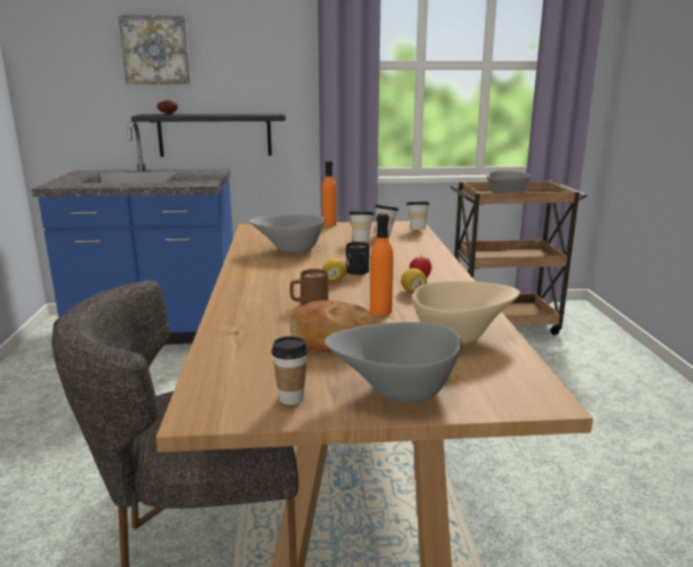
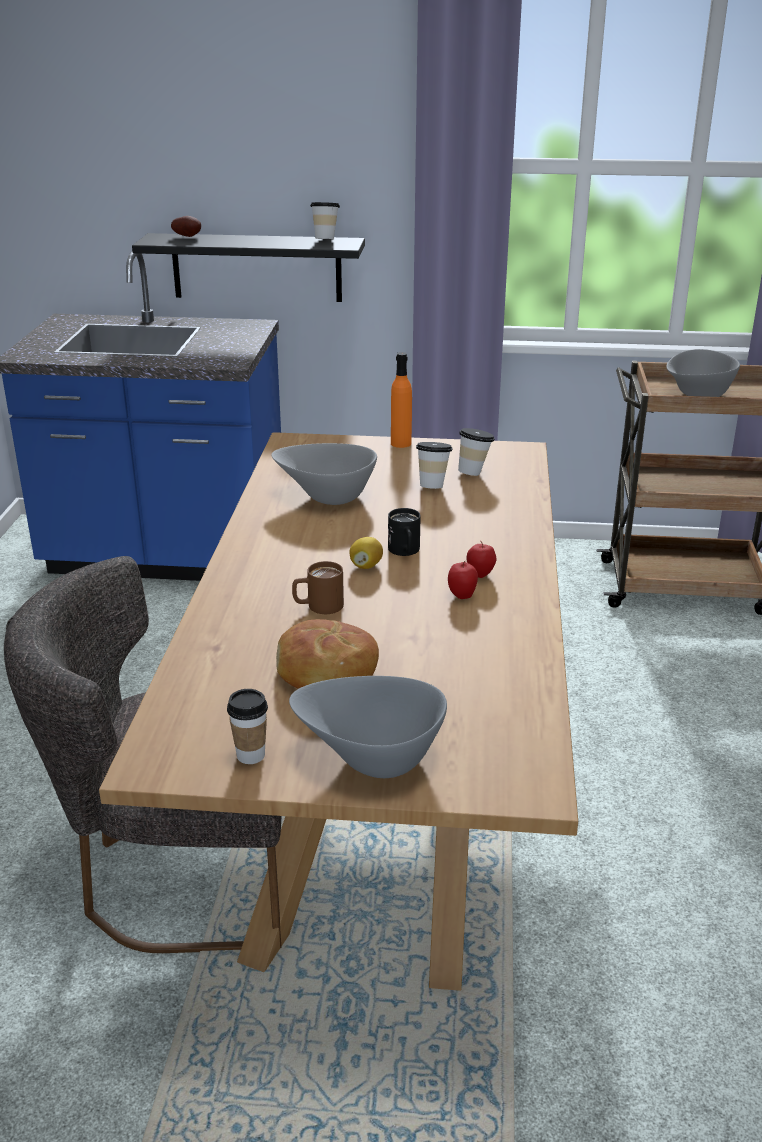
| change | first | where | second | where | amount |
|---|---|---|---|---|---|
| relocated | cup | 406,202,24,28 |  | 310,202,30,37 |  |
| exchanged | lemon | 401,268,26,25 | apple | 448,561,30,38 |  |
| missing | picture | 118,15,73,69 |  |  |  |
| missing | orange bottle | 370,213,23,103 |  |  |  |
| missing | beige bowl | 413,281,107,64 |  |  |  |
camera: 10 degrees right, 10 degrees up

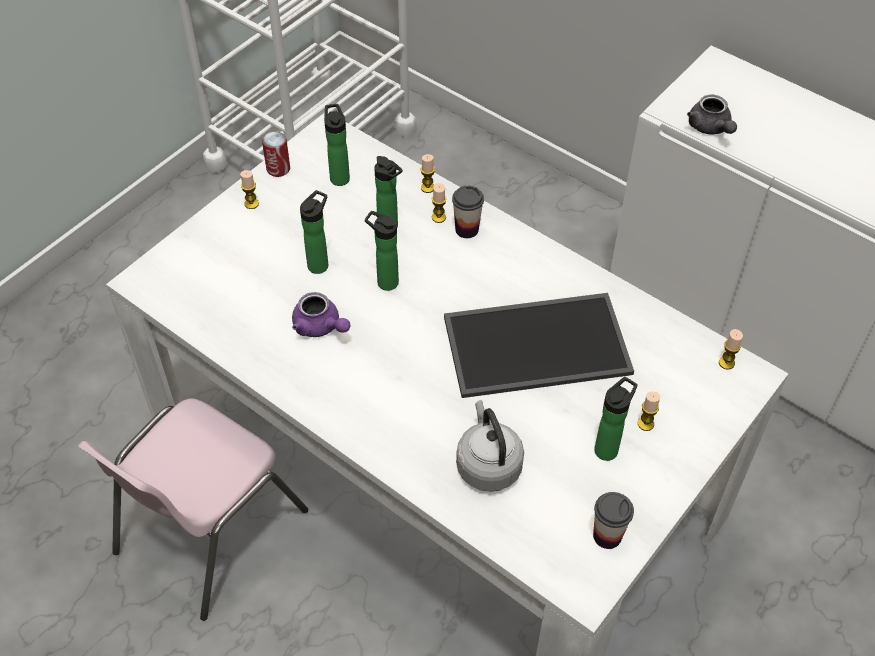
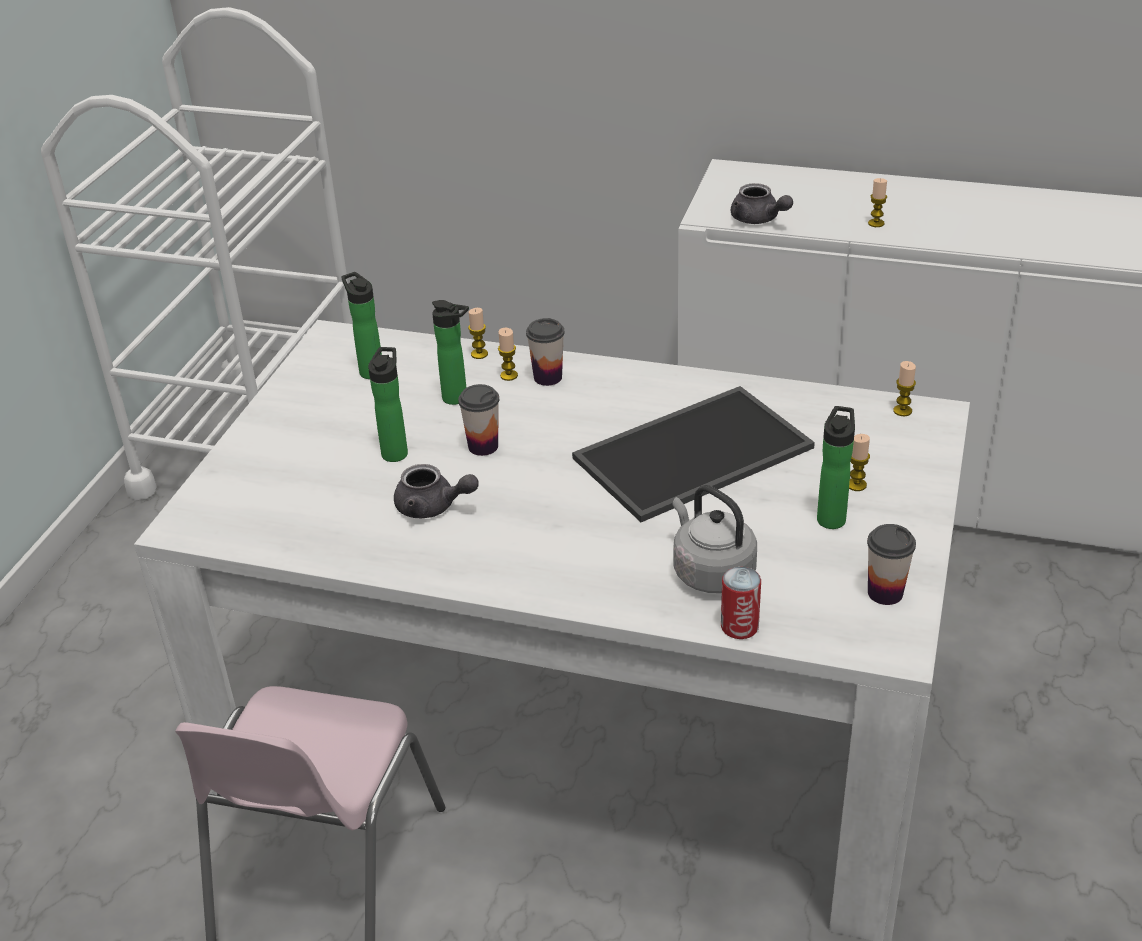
| change | first | where | second | where | amount |
|---|---|---|---|---|---|
| colour | purple teapot | 292,292,59,45 | grey teapot | 394,464,85,54 |  |
| exchanged | bottle | 365,211,34,80 | cup | 458,384,41,72 |  |
| relocated | can | 262,131,28,46 |  | 721,567,40,72 |  |
| relocated | candle | 240,170,19,39 |  | 868,178,19,49 |  |
camera: 20 degrees left, 15 degrees down

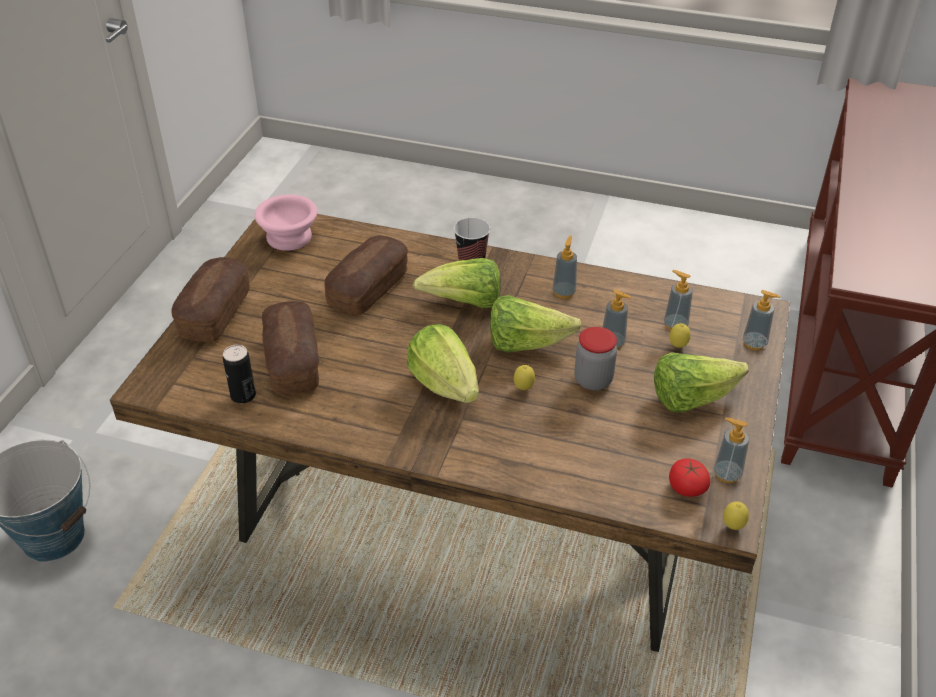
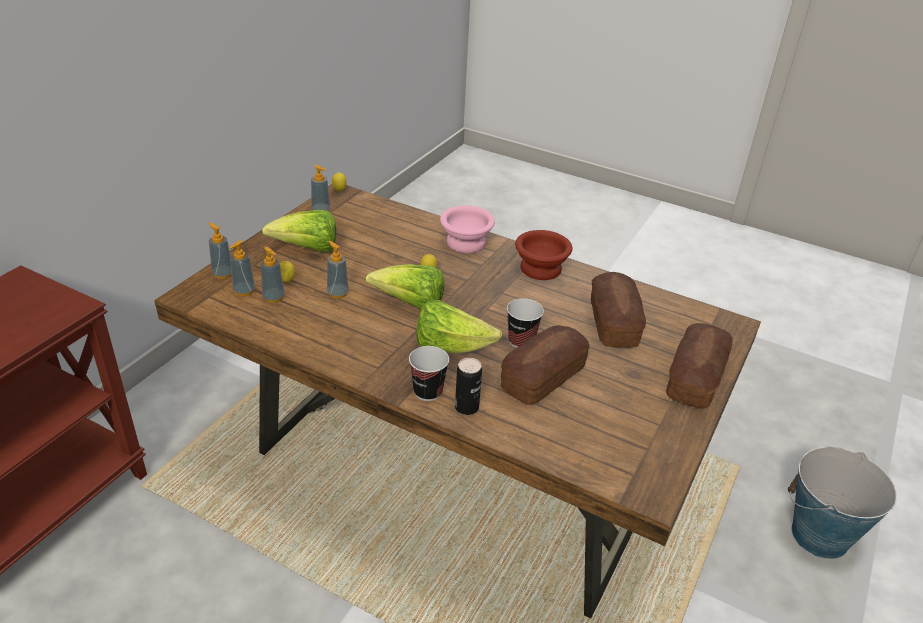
| change | first | where | second | where | amount |
|---|---|---|---|---|---|
| relocated | soap dispenser | 553,235,24,63 |  | 229,240,26,56 |  |
| relocated | pink bowl | 254,194,63,57 |  | 440,205,55,48 |  |
| relocated | can | 223,345,33,58 |  | 455,358,27,57 |  |
| appeared |  |  | cup | 507,298,37,50 |  |
| appeared |  |  | brown bowl | 515,230,57,50 |  |
| missing | lettuce | 407,324,72,79 |  |  |  |
| missing | jar | 574,327,43,64 |  |  |  |
| missing | tomato | 669,459,41,38 |  |  |  |
camera: 170 degrees left, 5 degrees down

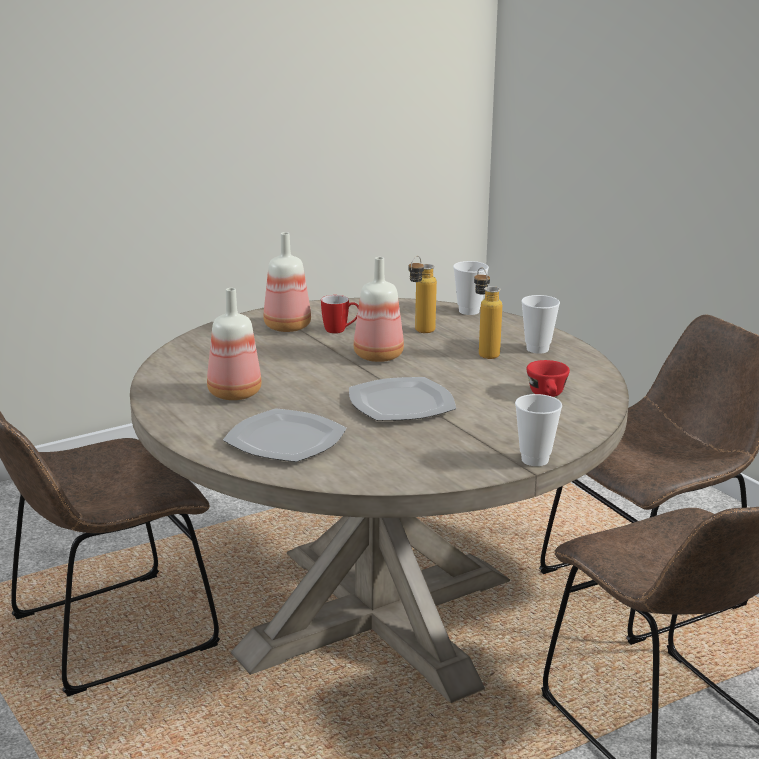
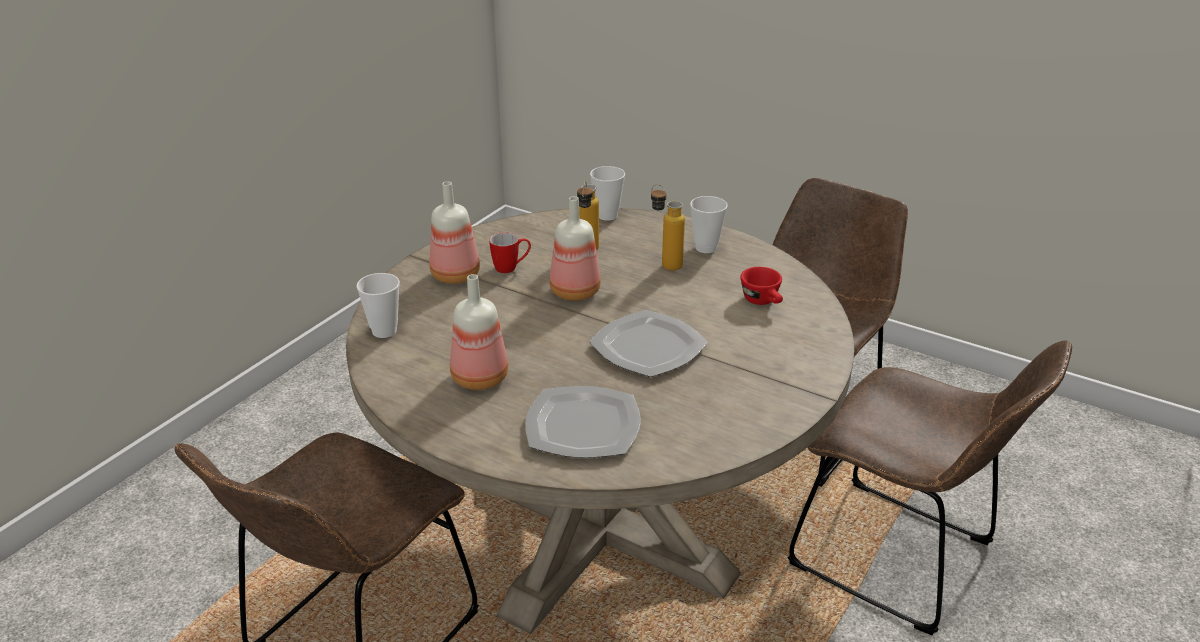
| change | first | where | second | where | amount |
|---|---|---|---|---|---|
| relocated | cup | 515,394,47,72 |  | 356,273,44,65 |  |
camera: 25 degrees left, 10 degrees up

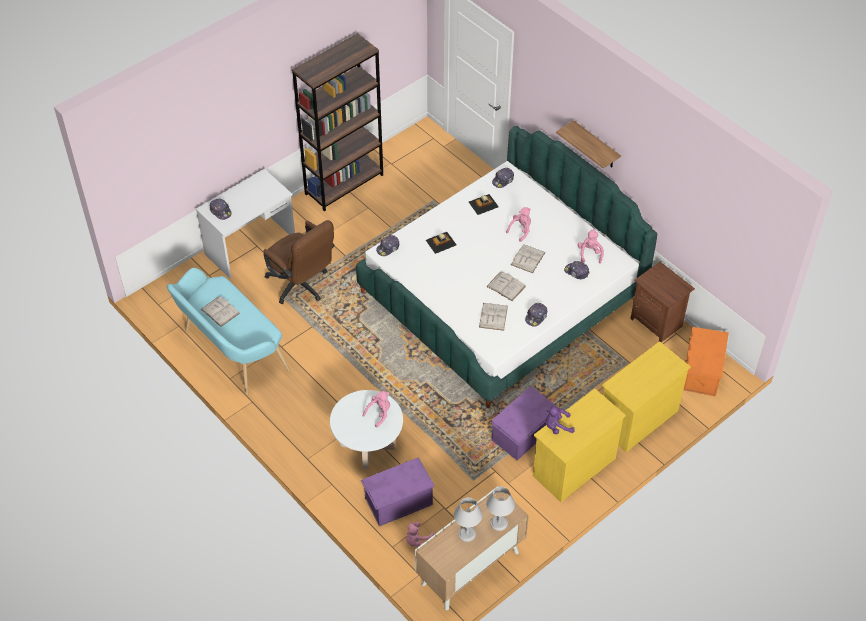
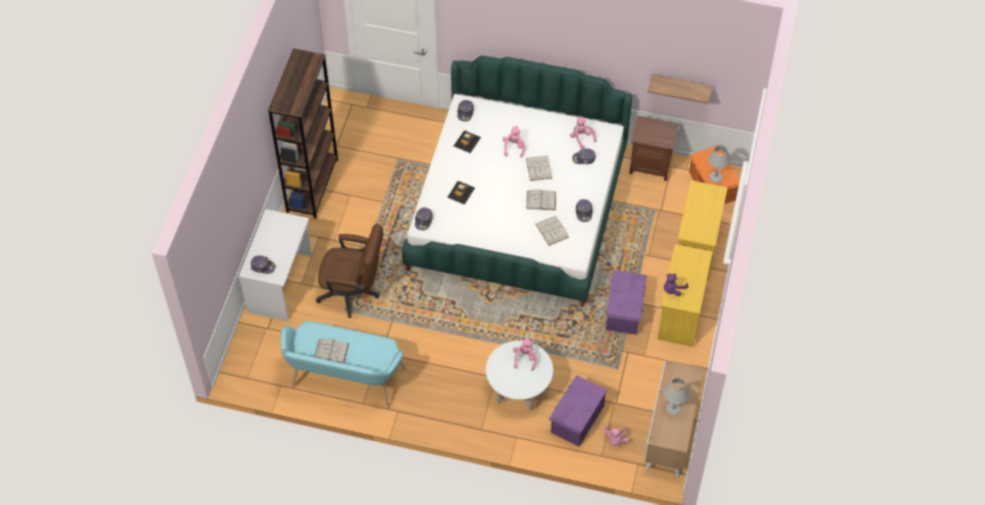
| change | first | where | second | where | amount |
|---|---|---|---|---|---|
| relocated | shelf | 556,120,65,48 |  | 648,74,65,30 |  |
| relocated | grey table lamp | 486,487,29,44 |  | 708,145,23,38 |  |
camera: 35 degrees left, 5 degrees up

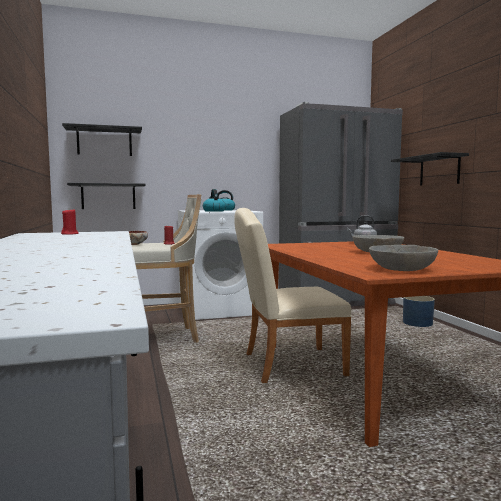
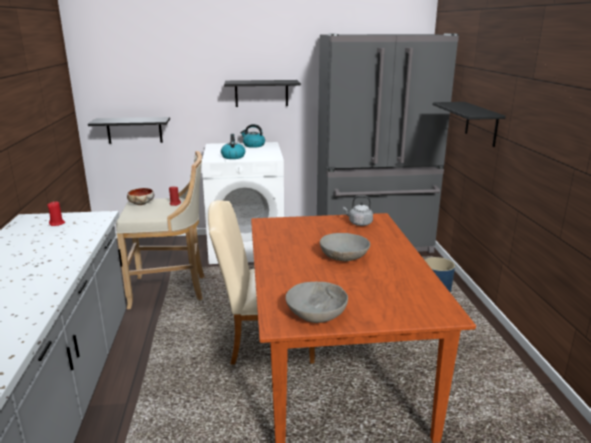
| change | first | where | second | where | amount |
|---|---|---|---|---|---|
| relocated | black shelf | 62,123,80,33 |  | 224,80,77,27 |  |
camera: 10 degrees right, 15 degrees up

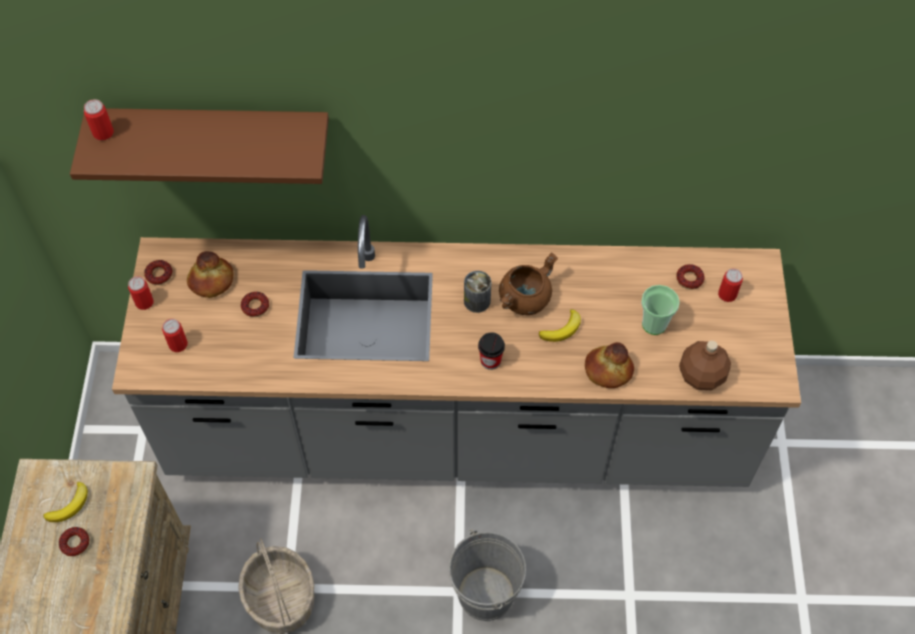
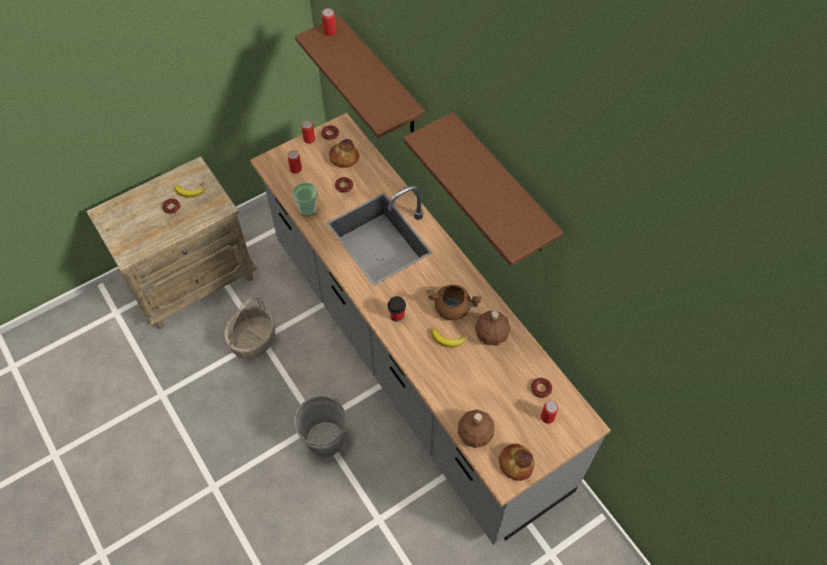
| change | first | where | second | where | amount |
|---|---|---|---|---|---|
| relocated | cup | 641,285,39,50 |  | 292,183,25,33 |  |
| appeared |  |  | brown shelf | 403,112,160,154 |  |
| appeared |  |  | brown bottle | 475,311,35,34 |  |
| relocated | bread | 585,342,49,46 |  | 499,444,36,37 |  |
| missing | can | 464,271,27,42 |  |  |  |
camera: 55 degrees right, 0 degrees up

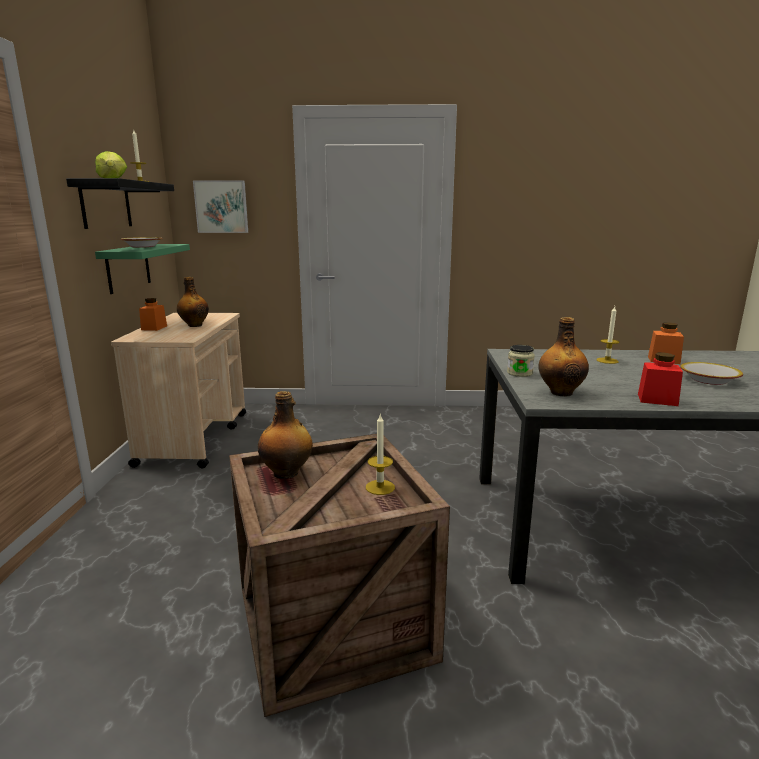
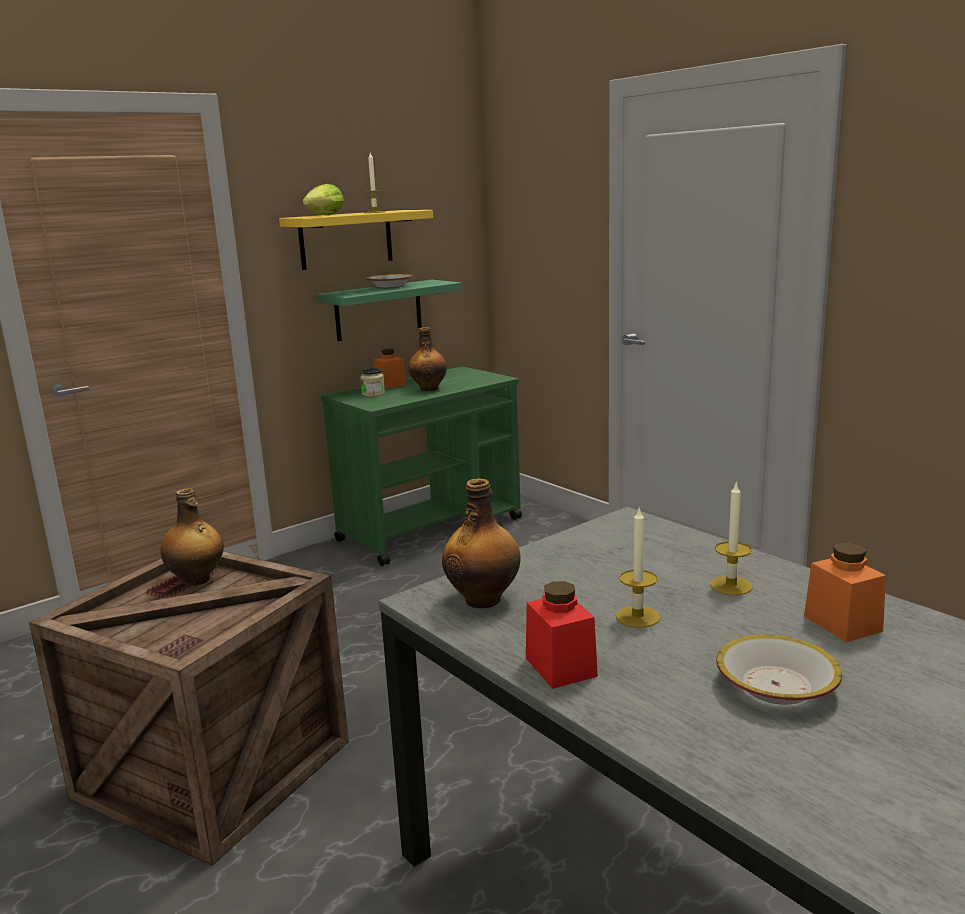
| change | first | where | second | where | amount |
|---|---|---|---|---|---|
| colour | black shelf | 66,178,108,51 | yellow shelf | 279,210,154,60 |  |
| colour | beige cart | 111,313,135,156 | green cart | 321,366,201,200 |  |
| relocated | jar | 507,345,28,32 |  | 360,368,25,29 |  |
| relocated | candle | 366,413,29,82 |  | 616,507,44,121 |  |
| missing | picture | 193,180,55,53 |  |  |  |
camera: 50 degrees right, 0 degrees up

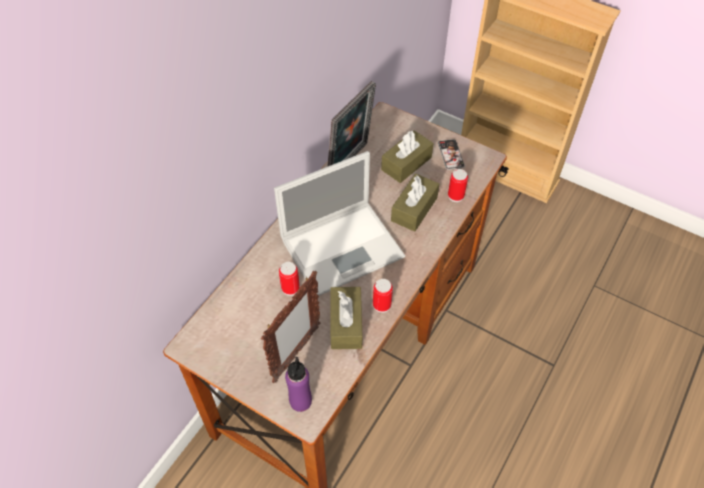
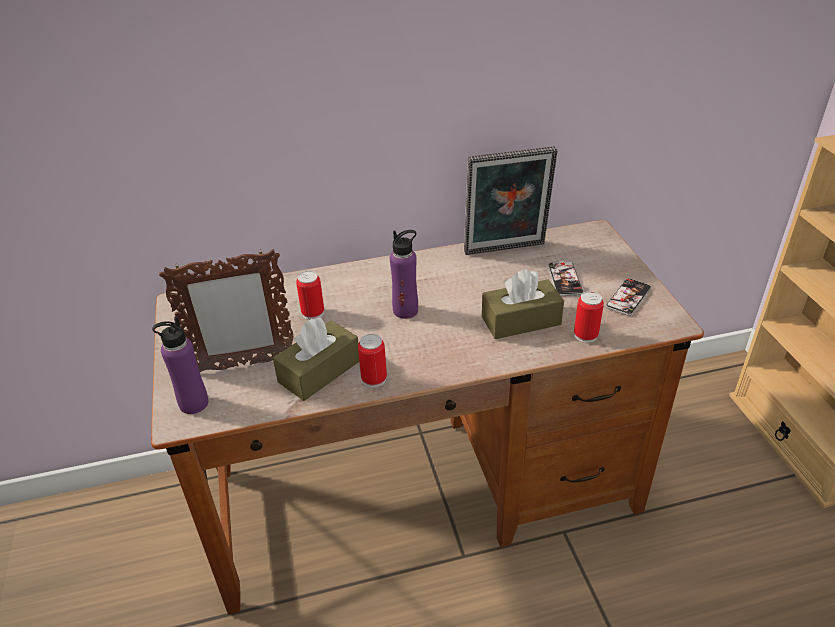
| change | first | where | second | where | amount |
|---|---|---|---|---|---|
| exchanged | laptop | 274,151,131,145 | purple bottle | 390,230,28,89 |  |
| exchanged | brown tissue box | 381,130,53,53 | phone | 548,261,36,35 |  |
camera: 45 degrees right, 15 degrees down

